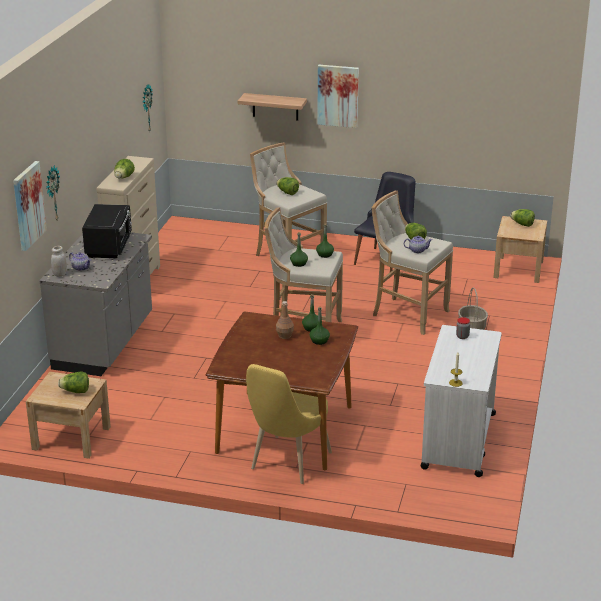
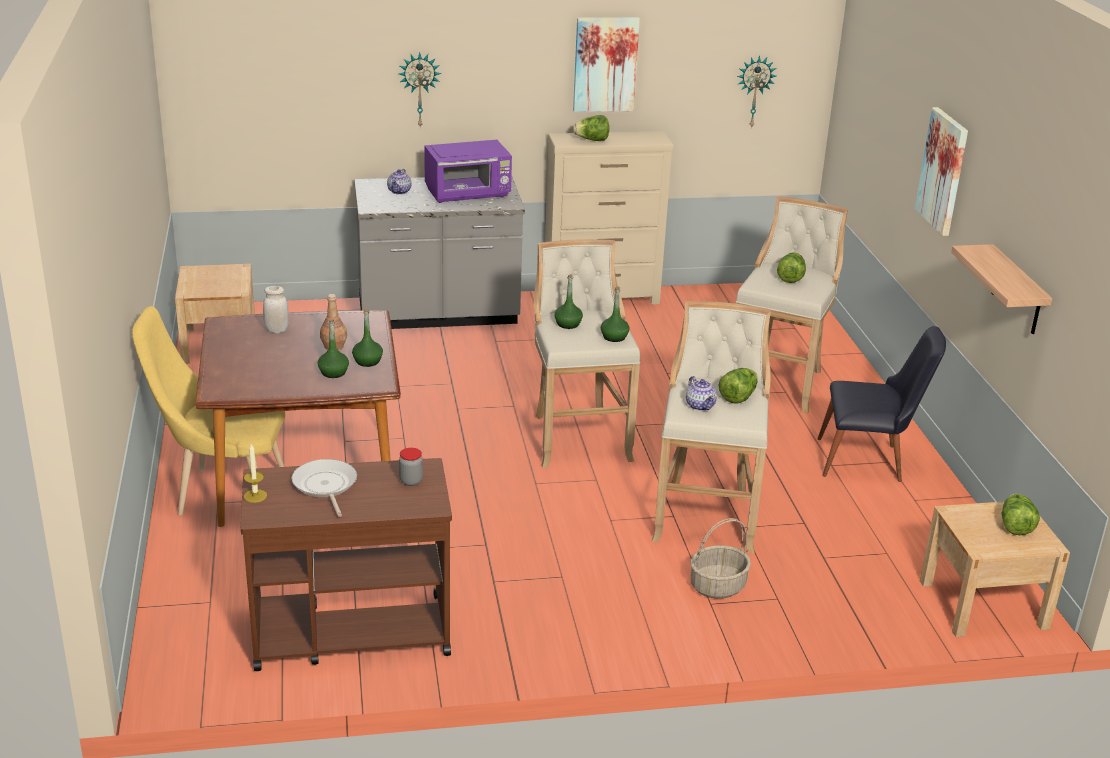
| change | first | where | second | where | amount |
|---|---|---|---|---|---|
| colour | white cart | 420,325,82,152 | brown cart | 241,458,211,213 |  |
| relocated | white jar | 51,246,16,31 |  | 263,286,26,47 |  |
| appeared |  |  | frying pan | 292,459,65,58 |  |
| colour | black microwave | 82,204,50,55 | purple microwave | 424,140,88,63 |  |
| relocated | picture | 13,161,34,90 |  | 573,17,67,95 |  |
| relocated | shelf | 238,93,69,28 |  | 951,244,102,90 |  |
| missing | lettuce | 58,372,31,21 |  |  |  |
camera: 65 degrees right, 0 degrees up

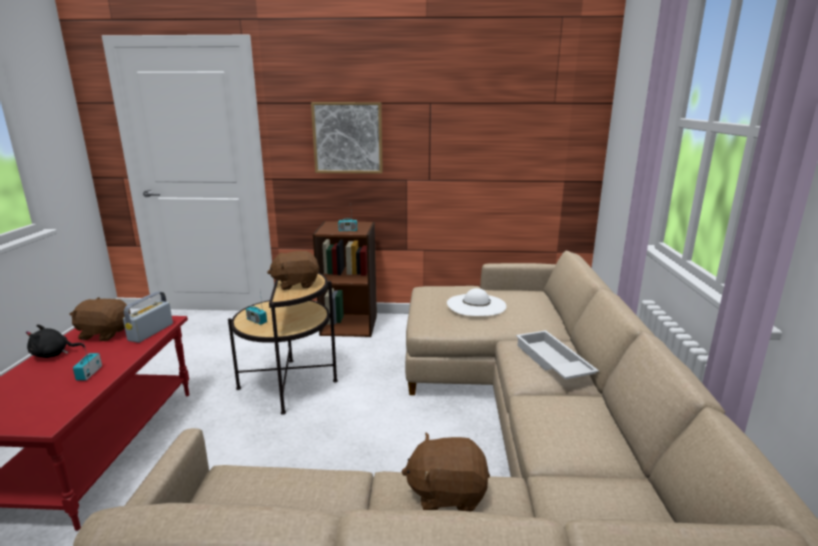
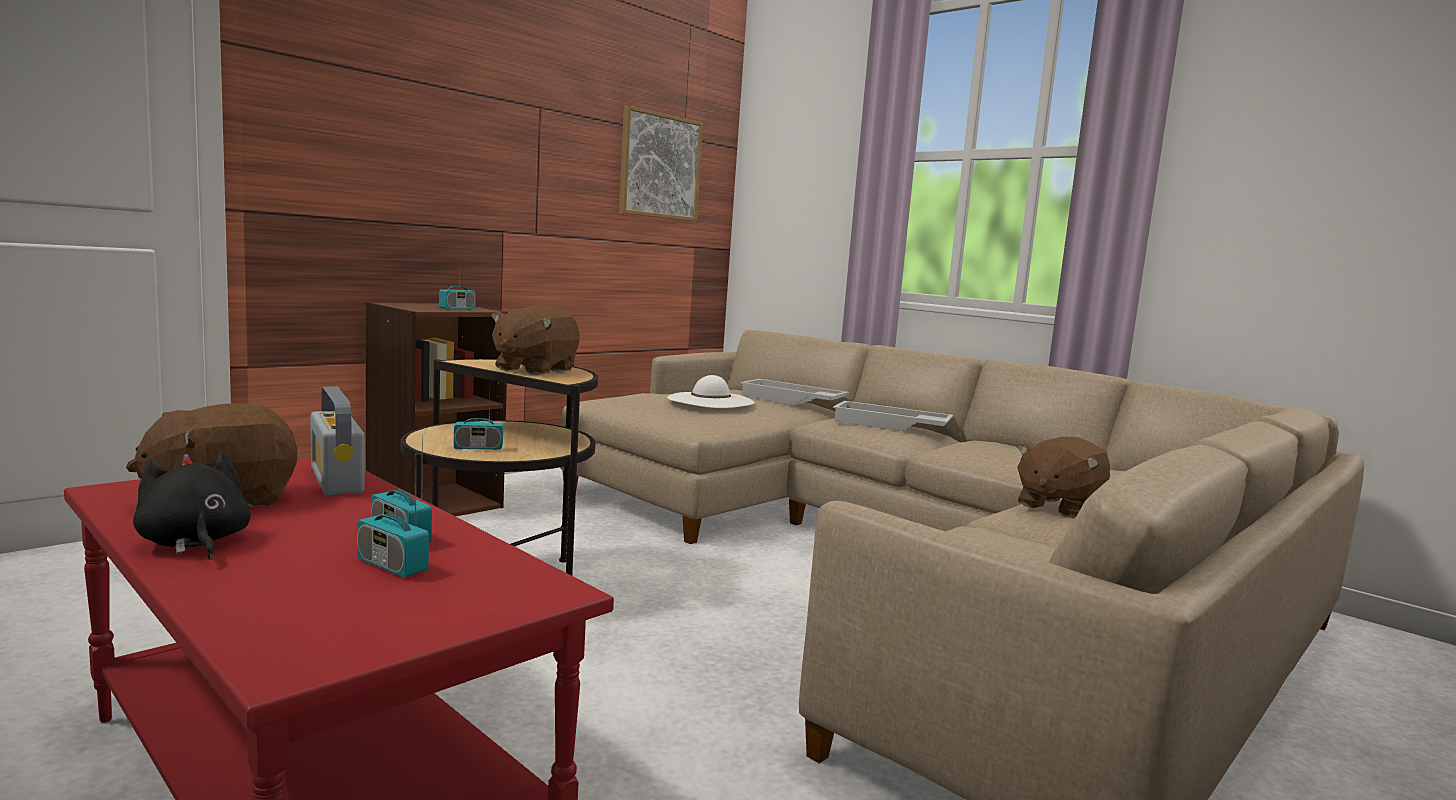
| change | first | where | second | where | amount |
|---|---|---|---|---|---|
| spun | black plush toy | 26,325,59,33 |  | 133,451,118,109 | 120 degrees clockwise |
| appeared |  |  | radio | 357,478,72,99 |  |
| relocated | picture | 311,102,72,72 |  | 619,105,84,116 |  |
| appeared |  |  | white tray | 740,379,109,26 |  |
camera: 50 degrees left, 10 degrees down

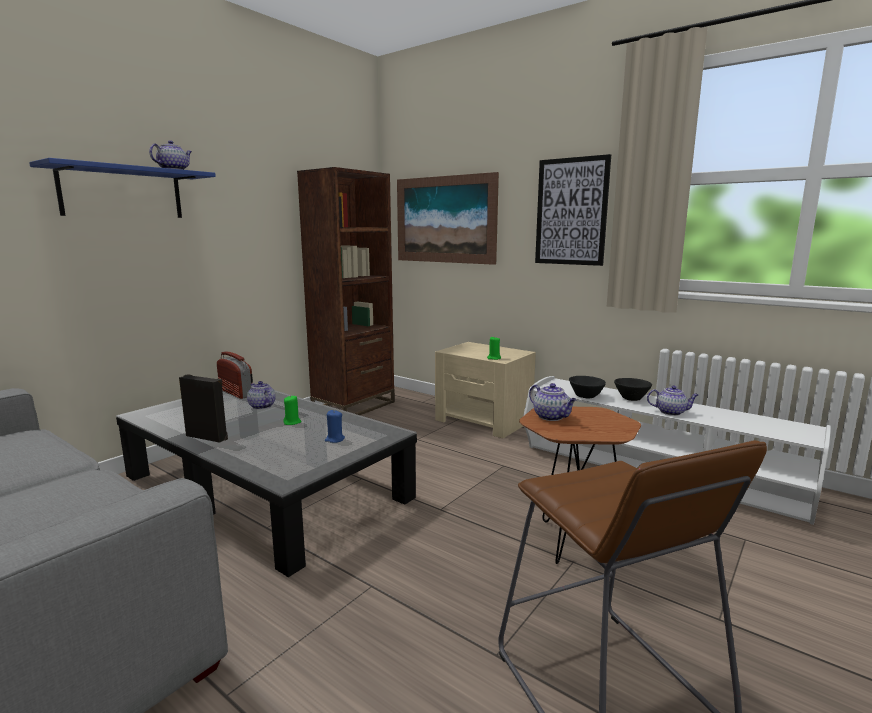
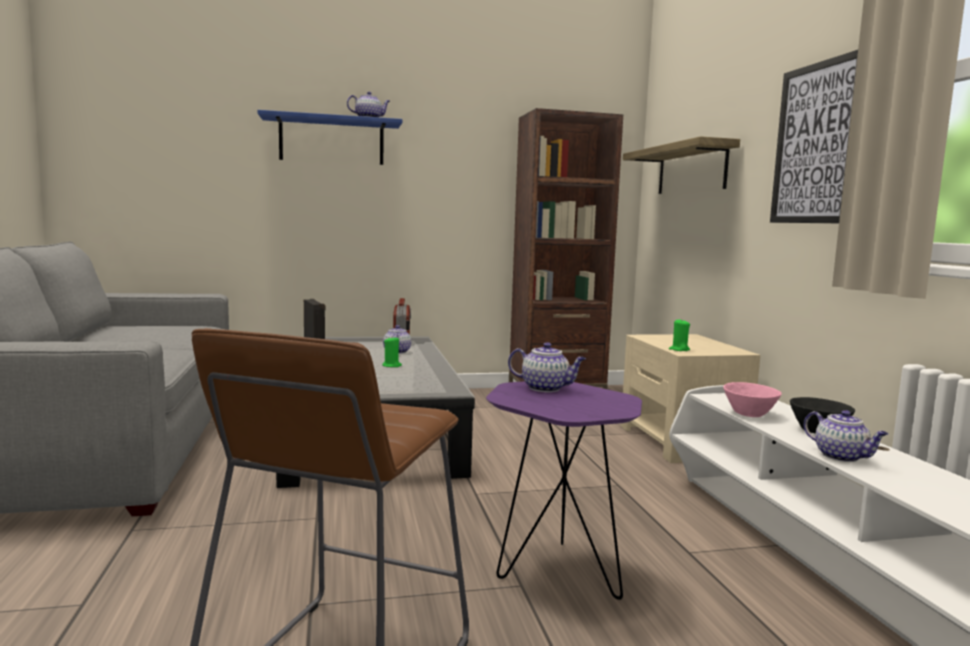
| change | first | where | second | where | amount |
|---|---|---|---|---|---|
| colour | brown side table | 519,407,122,157 | purple side table | 486,381,156,219 |  |
| spun | teapot | 529,383,48,38 |  | 508,342,78,50 | 75 degrees counterclockwise |
| exchanged | picture | 397,172,102,93 | shelf | 623,136,117,58 |  |
| colour | black bowl | 569,376,37,22 | pink bowl | 723,382,59,35 |  |
| missing | blue candle | 325,410,20,33 |  |  |  |
camera: 40 degrees right, 5 degrees down

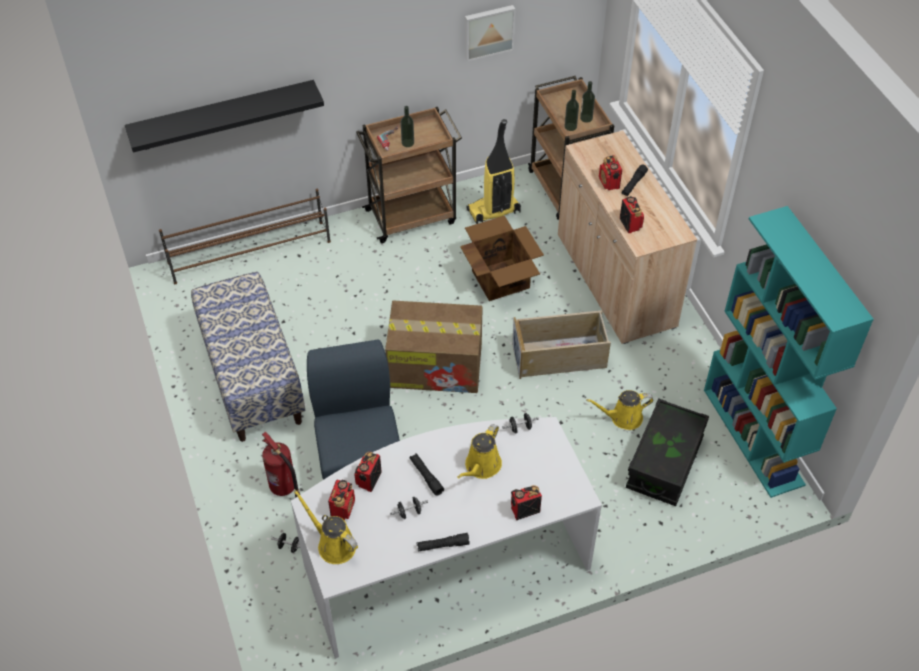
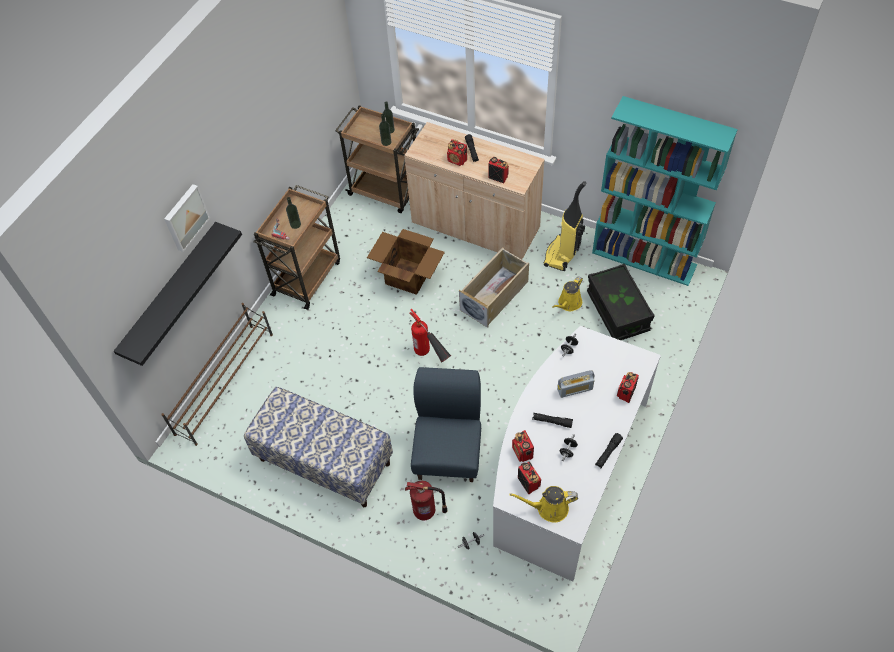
| change | first | where | second | where | amount |
|---|---|---|---|---|---|
| relocated | picture | 465,5,51,56 |  | 164,184,46,68 |  |
| exchanged | cardboard box | 385,301,98,92 | fire extinguisher | 410,309,41,54 |  |
| spun | blue chair | 307,340,93,140 |  | 411,367,70,115 | 60 degrees clockwise |
| relocated | vacuum cleaner | 466,119,55,105 |  | 543,181,44,90 |  |
| exchanged | yellow watering can | 457,424,45,55 | radio | 557,370,38,28 |  |
camera: 40 degrees left, 5 degrees up

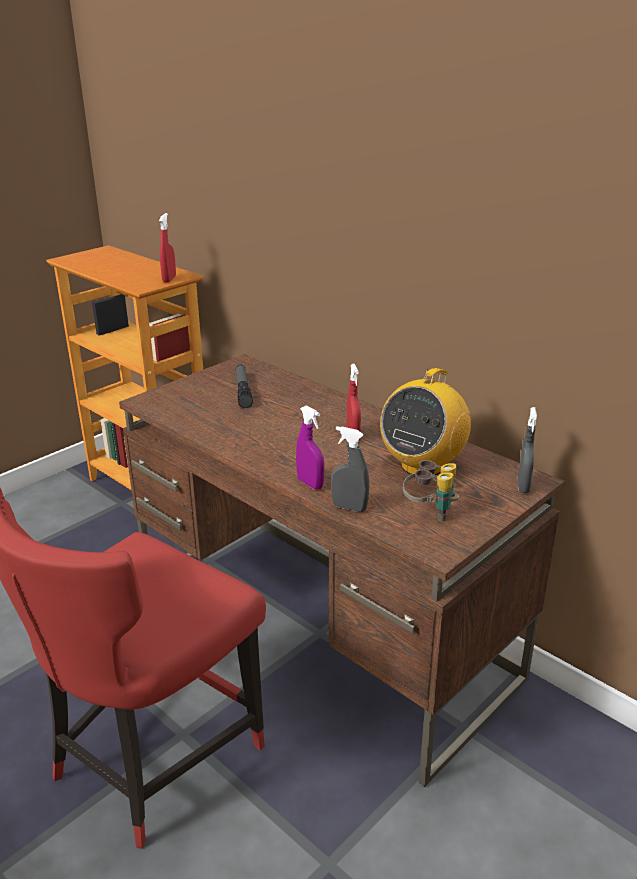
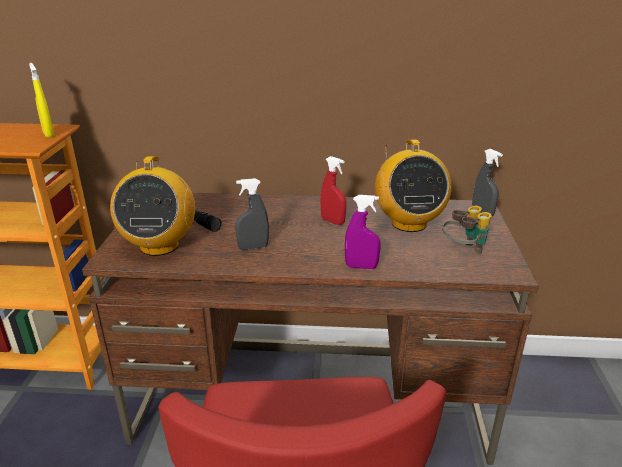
| change | first | where | second | where | amount |
|---|---|---|---|---|---|
| colour | red spray bottle | 159,213,17,69 | yellow spray bottle | 29,63,26,75 |  |
| appeared |  |  | radio | 110,156,85,100 |  |
| relocated | grey spray bottle | 331,426,38,86 |  | 235,178,34,72 |  |
camera: 40 degrees left, 0 degrees up

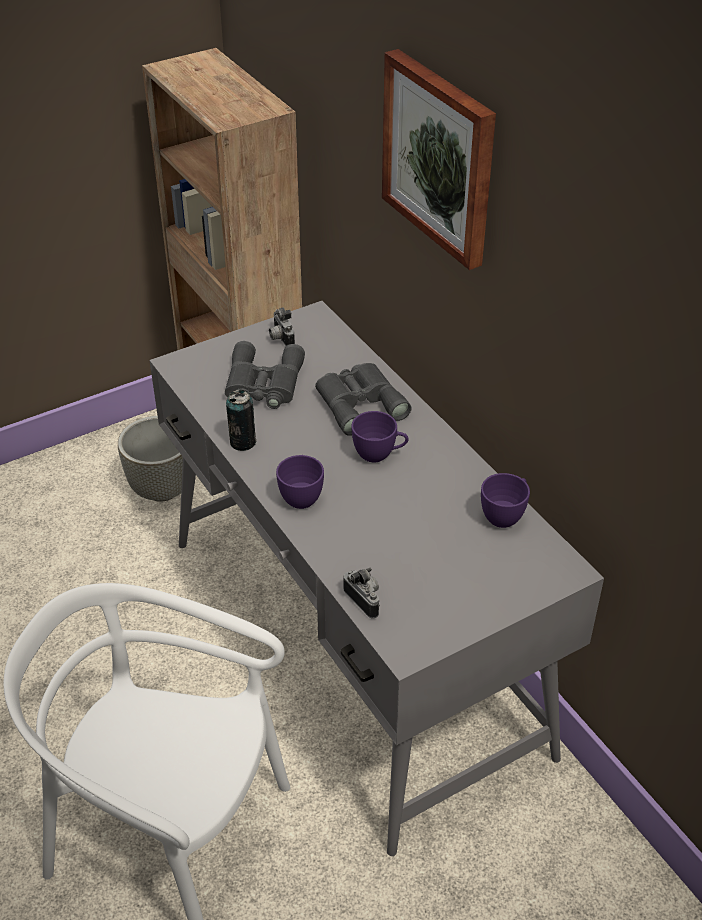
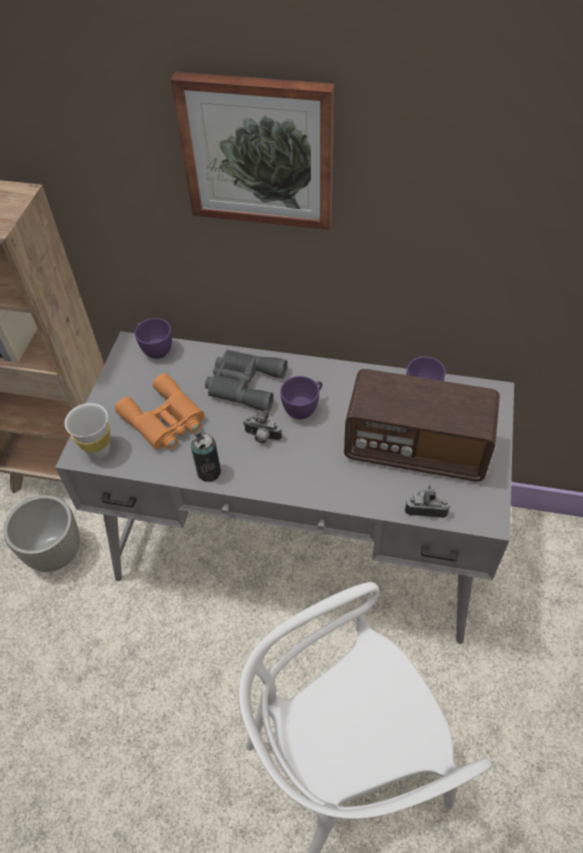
| change | first | where | second | where | amount |
|---|---|---|---|---|---|
| appeared |  |  | white cup | 64,403,46,56 |  |
| colour | grey binoculars | 225,341,80,68 | orange binoculars | 115,373,89,76 |  |
| relocated | purple cup | 276,455,48,54 |  | 135,318,37,41 |  |
| relocated | photo camera | 269,307,26,39 |  | 243,410,39,34 |  |
| appeared |  |  | radio | 344,369,156,113 |  |
camera: 45 degrees left, 10 degrees up

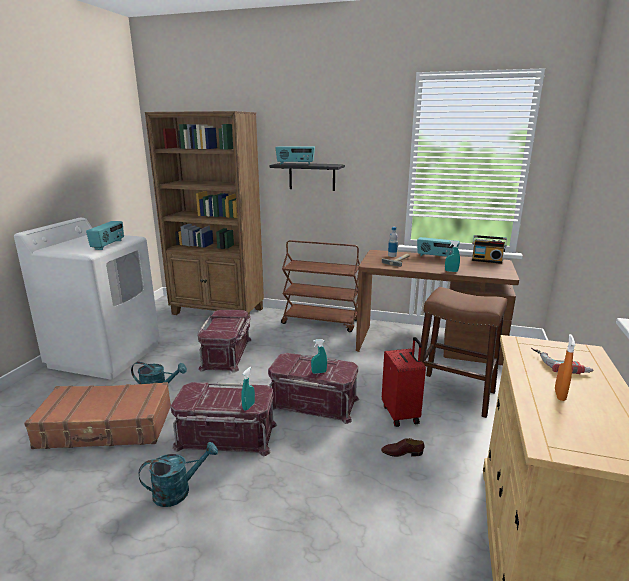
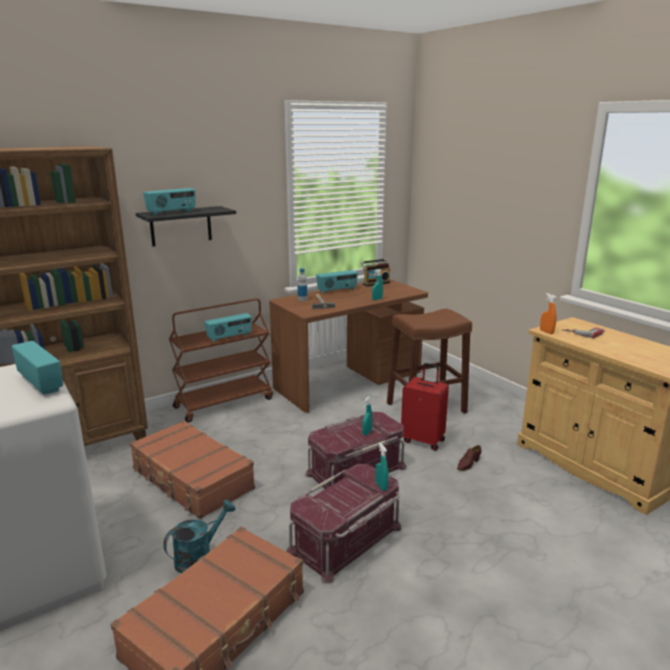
| change | first | where | second | where | amount |
|---|---|---|---|---|---|
| exchanged | red storage box | 197,310,55,63 | brown suitcase | 130,420,125,99 |  |
| appeared |  |  | radio | 204,313,48,29 |  |
| relocated | orange spray bottle | 555,334,20,67 |  | 540,293,17,41 |  |
| missing | turquoise watering can | 139,442,79,65 |  |  |  |
camera: 50 degrees left, 0 degrees up

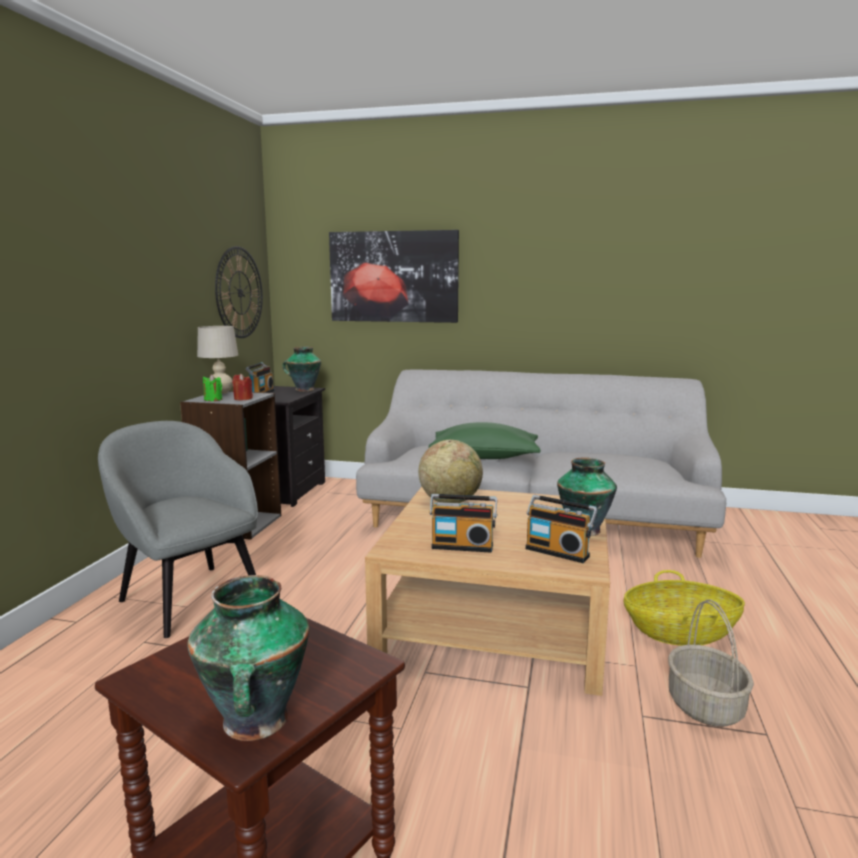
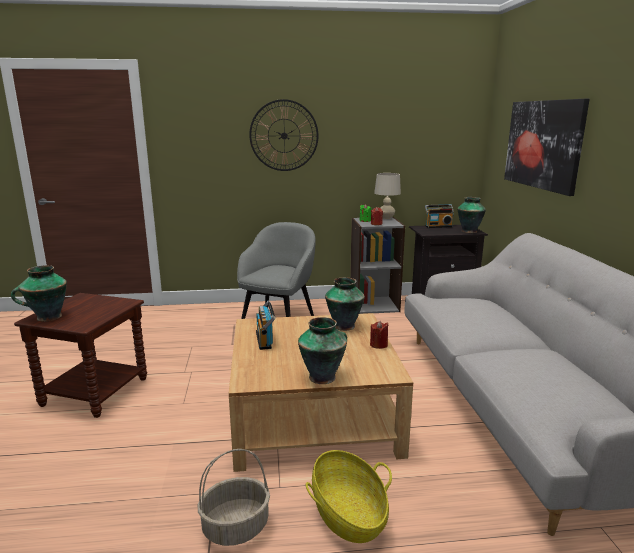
| change | first | where | second | where | amount |
|---|---|---|---|---|---|
| relocated | wall clock | 215,246,48,92 |  | 249,99,70,72 |  |
| exchanged | globe | 418,440,65,63 | vase | 325,277,40,54 |  |
| appeared |  |  | red candle | 370,321,18,28 |  |
| missing | green pillow | 429,422,112,37 |  |  |  |
| missing | radio | 525,495,73,68 |  |  |  |
camera: 70 degrees right, 5 degrees up

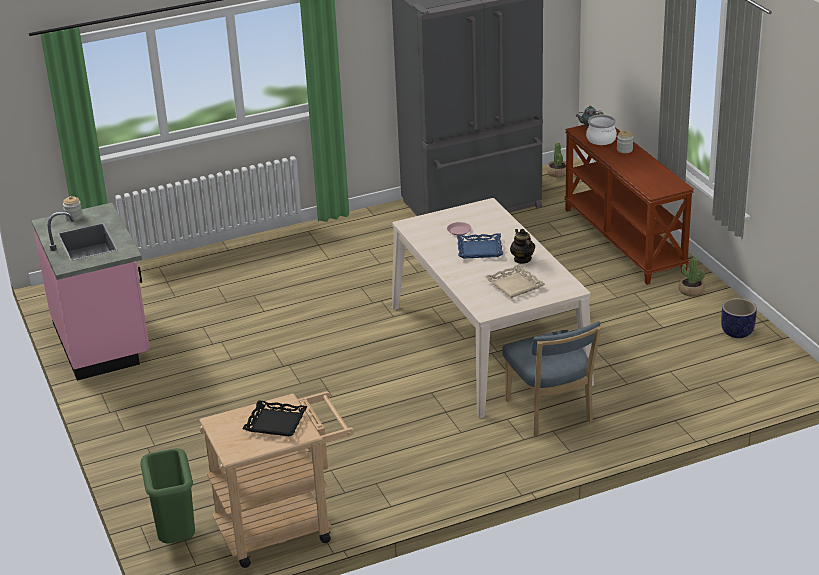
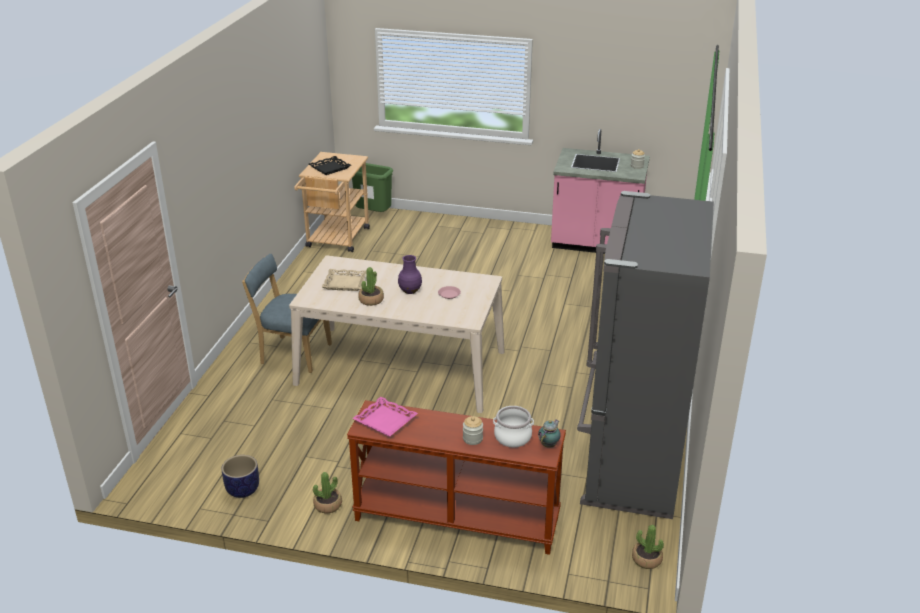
| change | first | where | second | where | amount |
|---|---|---|---|---|---|
| appeared |  |  | pink tray | 352,397,66,40 |  |
| exchanged | teapot | 510,229,25,35 | potted plant | 358,267,26,39 |  |
| exchanged | blue tray | 457,233,46,25 | purple vase | 398,255,24,39 |  |
camera: 125 degrees right, 0 degrees up

